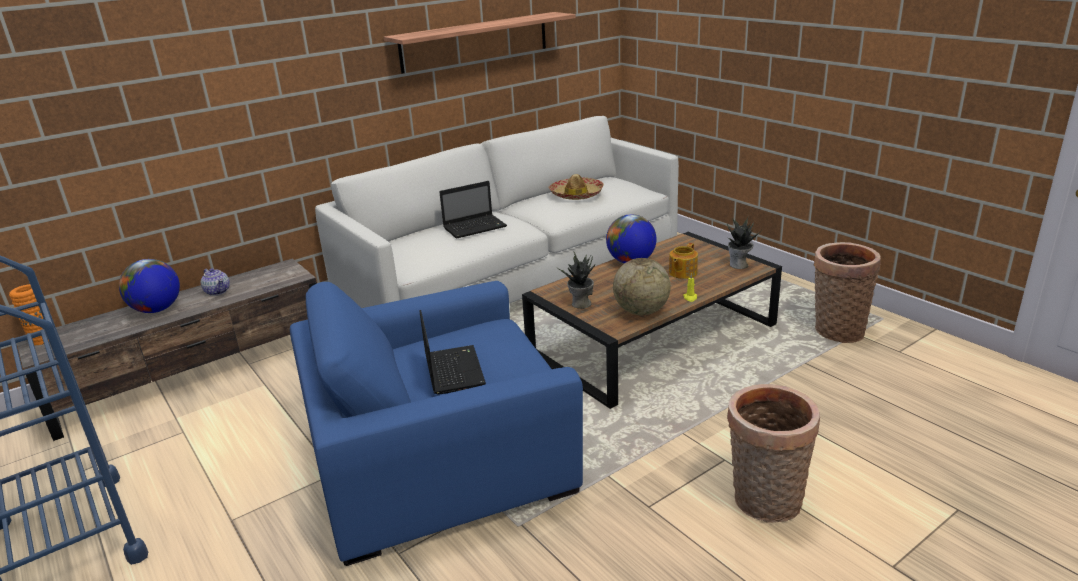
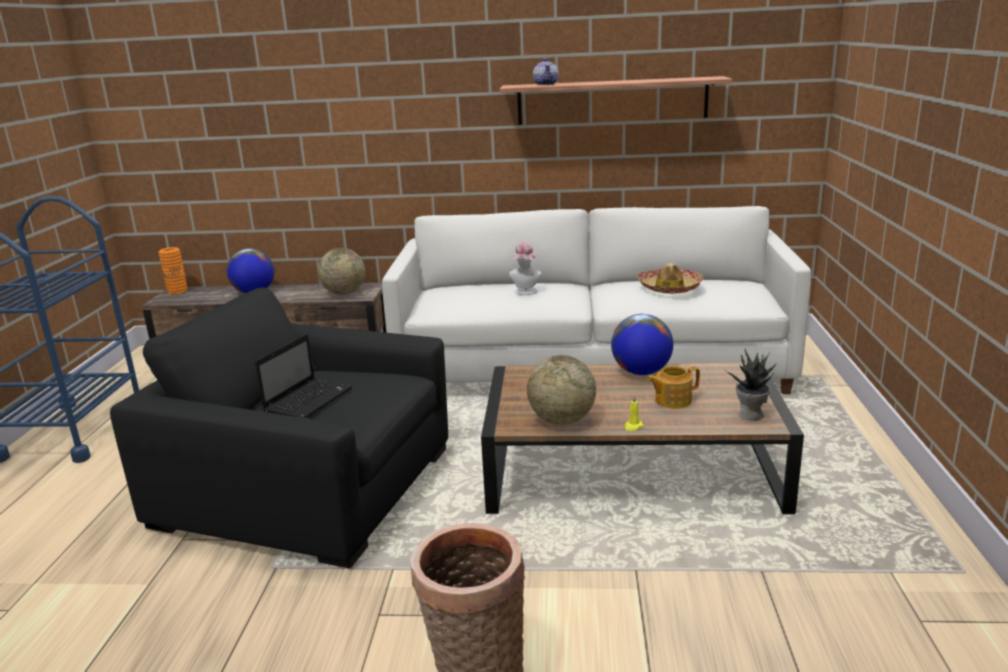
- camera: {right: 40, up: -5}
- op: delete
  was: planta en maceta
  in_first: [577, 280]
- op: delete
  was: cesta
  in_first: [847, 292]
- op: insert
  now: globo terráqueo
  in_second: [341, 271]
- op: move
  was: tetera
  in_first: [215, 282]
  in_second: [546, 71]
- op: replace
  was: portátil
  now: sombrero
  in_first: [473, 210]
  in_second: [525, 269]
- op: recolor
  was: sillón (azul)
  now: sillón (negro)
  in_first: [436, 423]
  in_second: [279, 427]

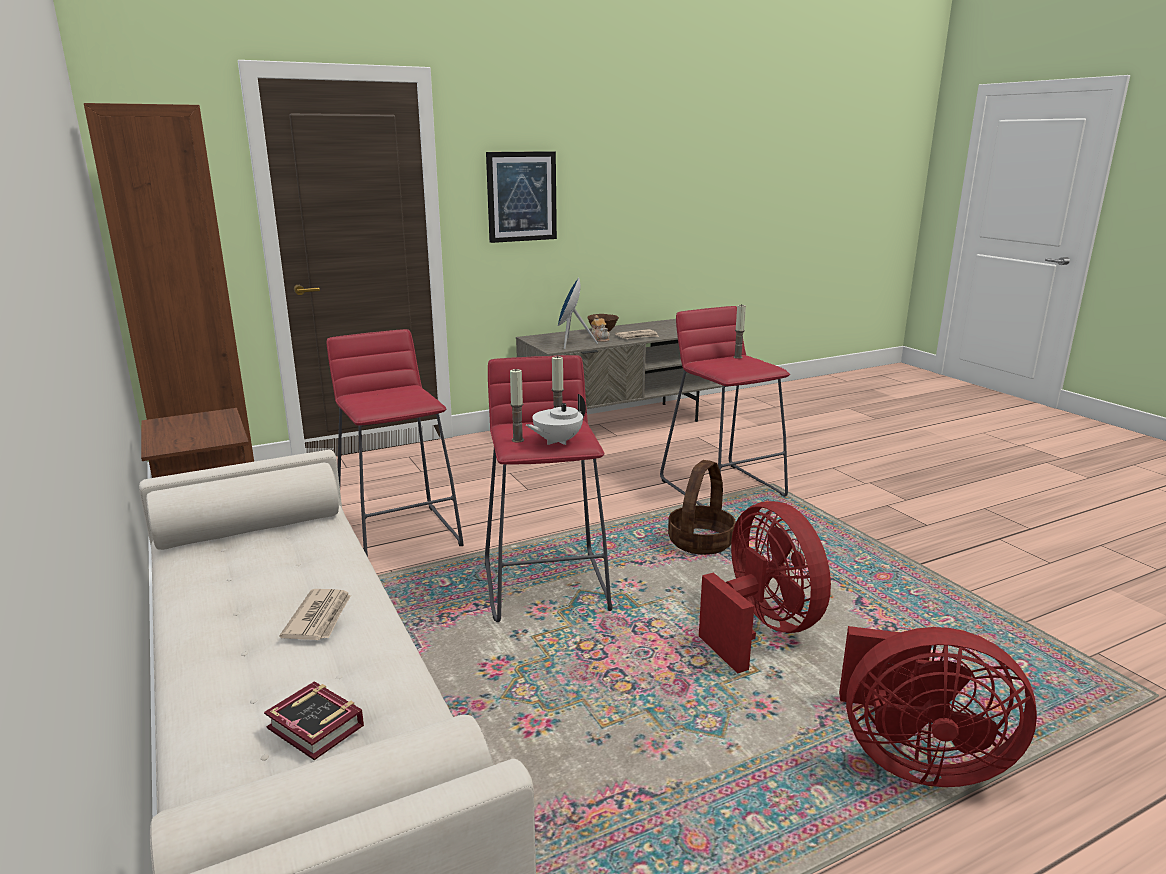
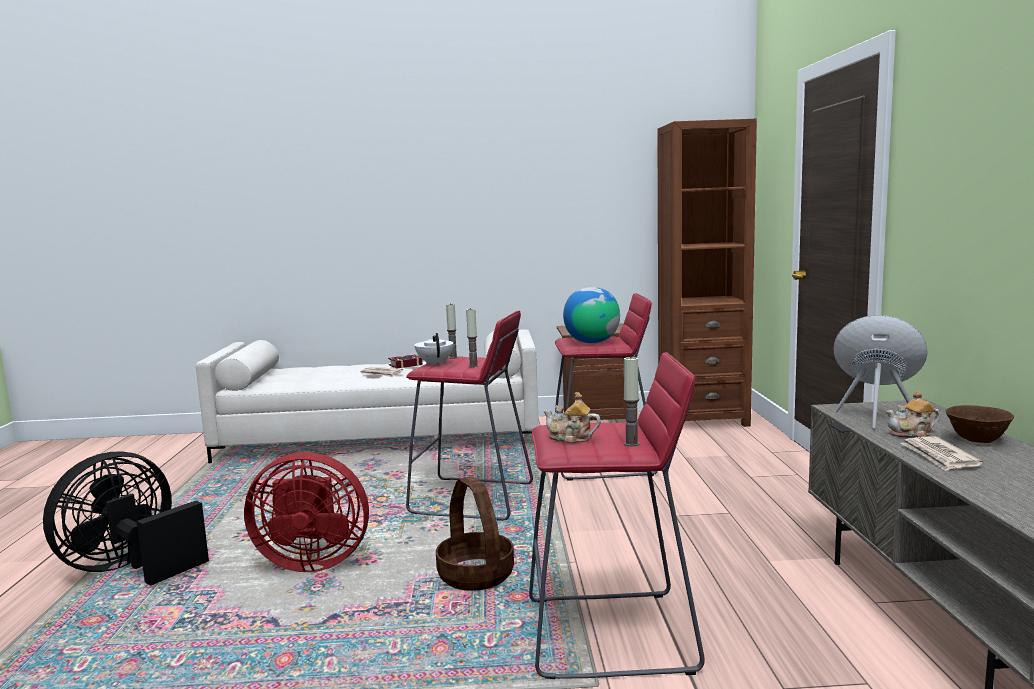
- camera: {right: 115, up: -10}
- op: delete
  was: cuadro
  in_first: [521, 197]
- op: insert
  now: tetera
  in_second: [572, 417]
- op: insert
  now: globo terráqueo
  in_second: [591, 315]
- op: move
  was: libro
  in_first: [314, 720]
  in_second: [405, 361]
- op: recolor
  was: ventilador (rojo)
  now: ventilador (negro)
  in_first: [938, 706]
  in_second: [126, 518]

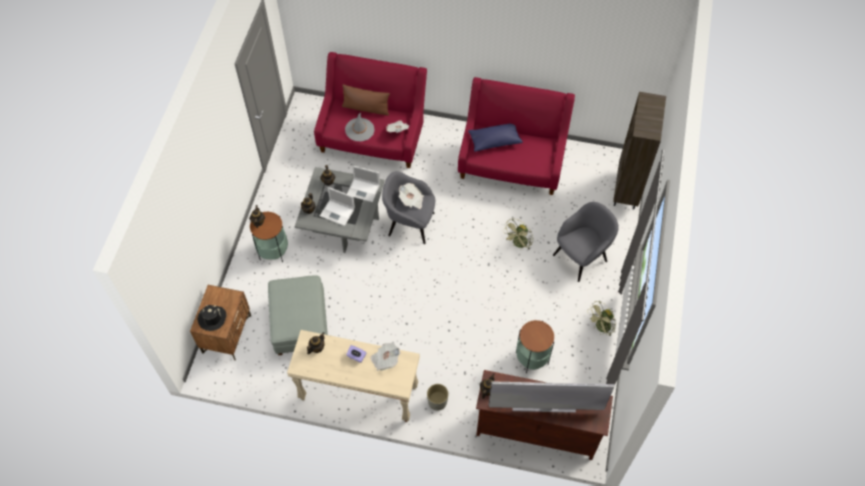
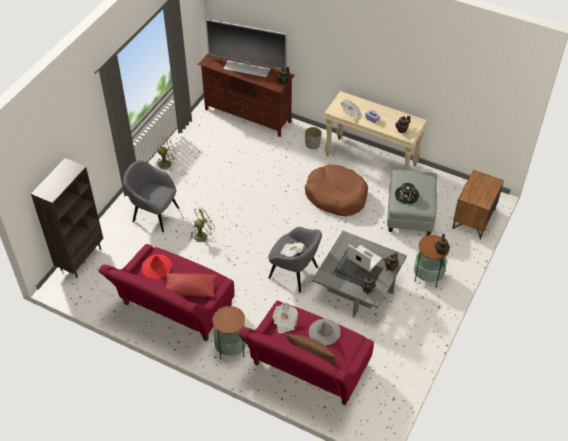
- camera: {right: -165, up: -10}
- op: delete
  was: portátil
  in_first: [363, 184]
- op: insert
  now: sombrero (rojo)
  in_second: [156, 266]
- op: insert
  now: cama para perro (marrón)
  in_second: [336, 190]
- op: move
  was: sombrero (negro)
  in_first: [211, 318]
  in_second: [407, 193]
- op: move
  was: mesa auxiliar
  in_first: [535, 346]
  in_second: [229, 332]
- op: recolor
  was: cojín (azul)
  now: cojín (rojo)
  in_first: [495, 138]
  in_second: [191, 285]
- op: rotate
  was: sillón (gris)
  in_first: [586, 242]
  in_second: [151, 196]
  clockwise: 45

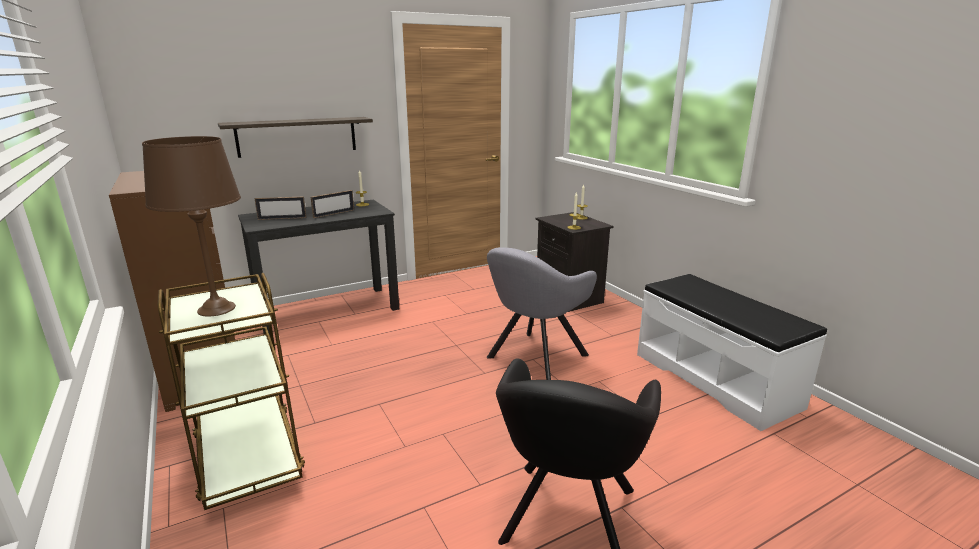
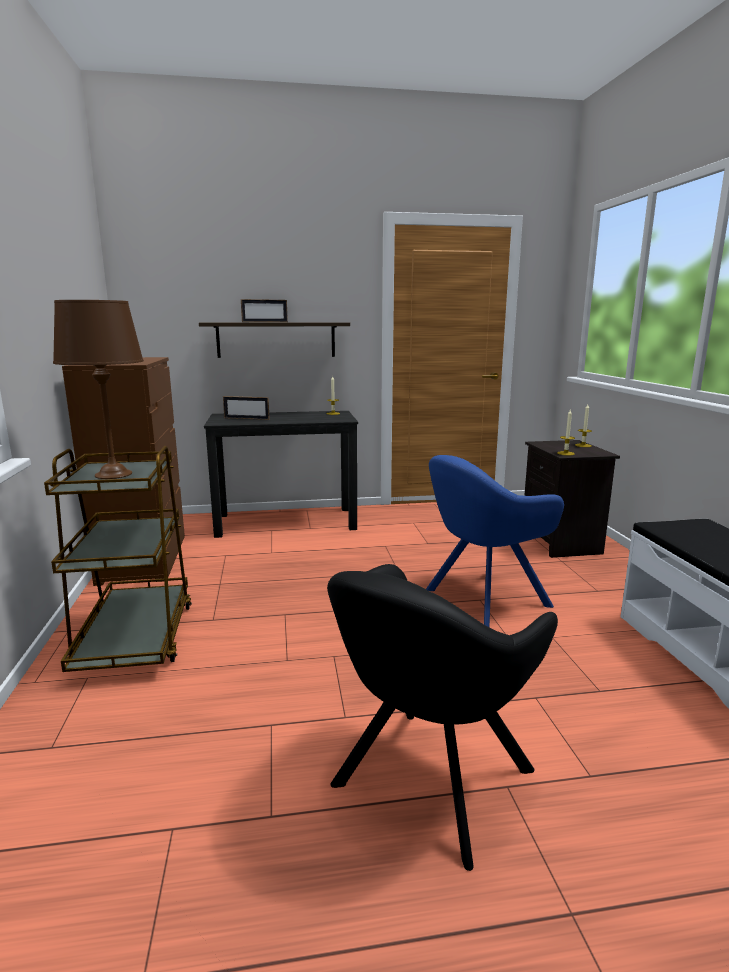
- camera: {right: 20, up: -5}
- op: move
  was: portarretratos
  in_first: [332, 204]
  in_second: [264, 310]
- op: recolor
  was: sillón (gris)
  now: sillón (azul)
  in_first: [542, 314]
  in_second: [495, 541]

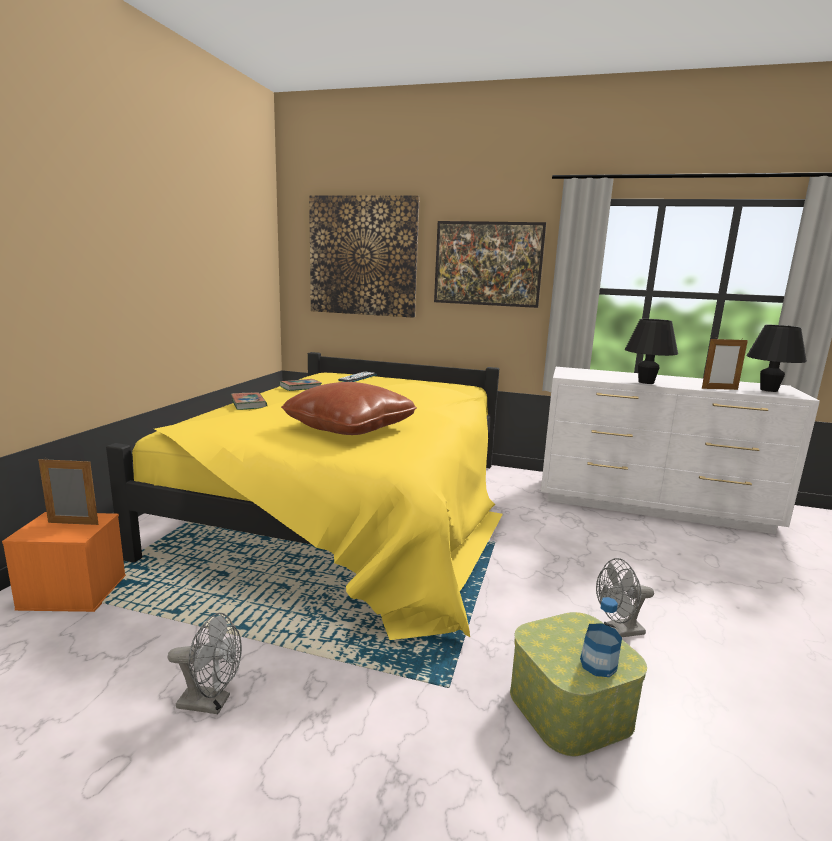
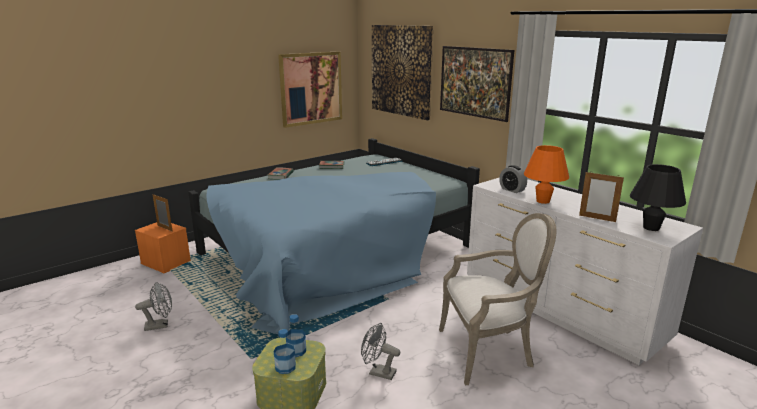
- camera: {right: 35, up: 5}
- op: delete
  was: cojín (marrón)
  in_first: [349, 408]
- op: insert
  now: cuadro
  in_second: [310, 89]
- op: insert
  now: botella
  in_second: [296, 336]
- op: insert
  now: sillón
  in_second: [497, 299]
- op: insert
  now: despertador
  in_second: [513, 179]
- op: recolor
  was: cama (amarillo)
  now: cama (azul)
  in_first: [304, 496]
  in_second: [334, 236]
- op: recolor
  was: lámpara de mesa (negro)
  now: lámpara de mesa (naranja)
  in_first: [651, 351]
  in_second: [546, 174]
- op: rotate
  was: ventilador (gris)
  in_first: [205, 663]
  in_second: [153, 306]
  clockwise: -60

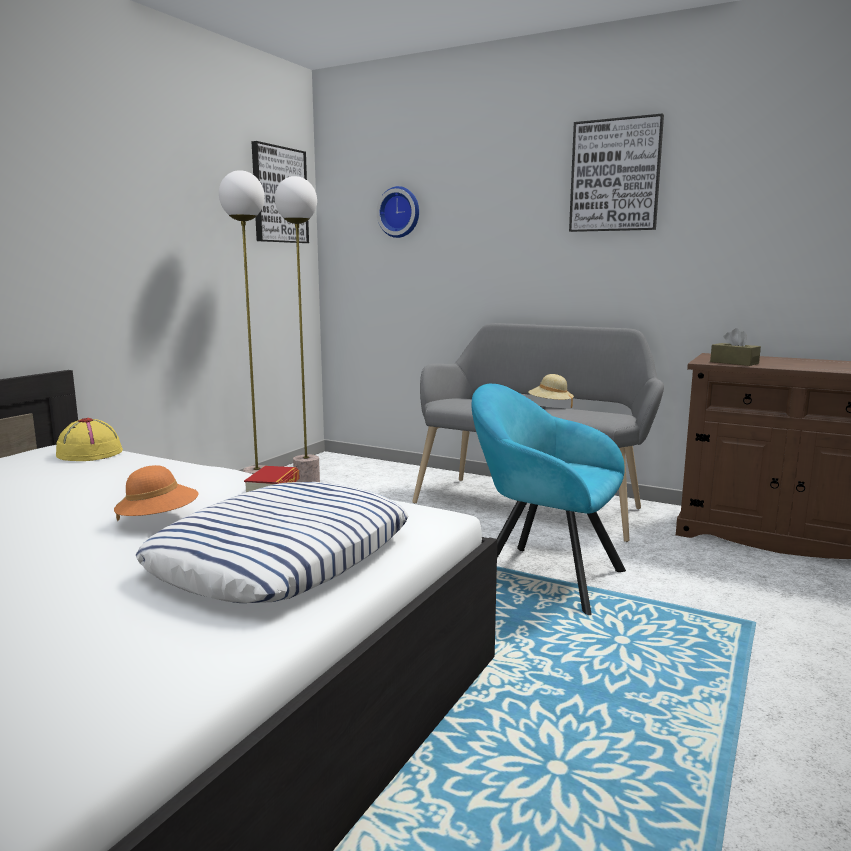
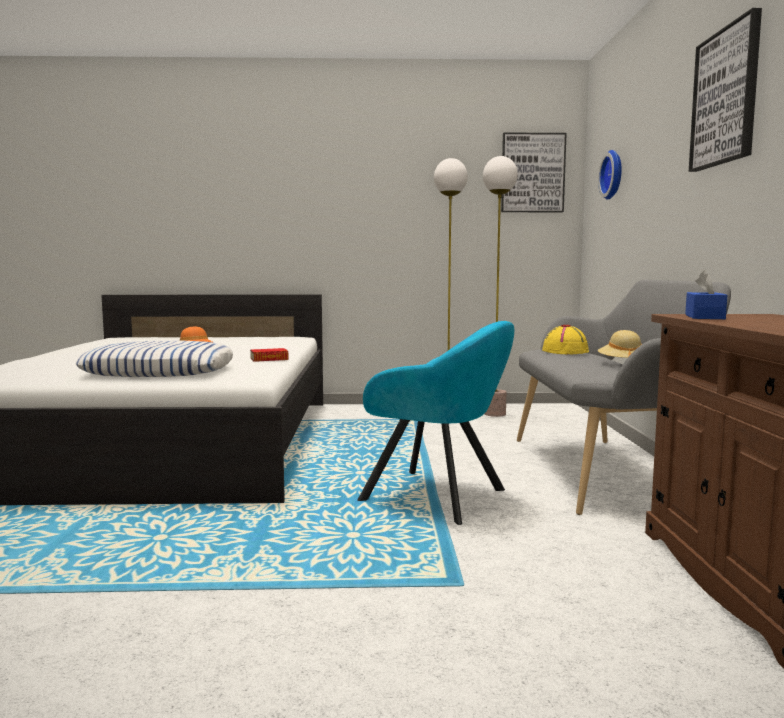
- camera: {right: 60, up: -5}
- op: move
  was: sombrero (amarillo)
  in_first: [89, 439]
  in_second: [565, 339]
- op: recolor
  was: caja de pañuelos (marrón)
  now: caja de pañuelos (azul)
  in_first: [735, 347]
  in_second: [706, 294]
- op: rotate
  was: sillón (turquesa)
  in_first: [549, 499]
  in_second: [435, 423]
  clockwise: 120

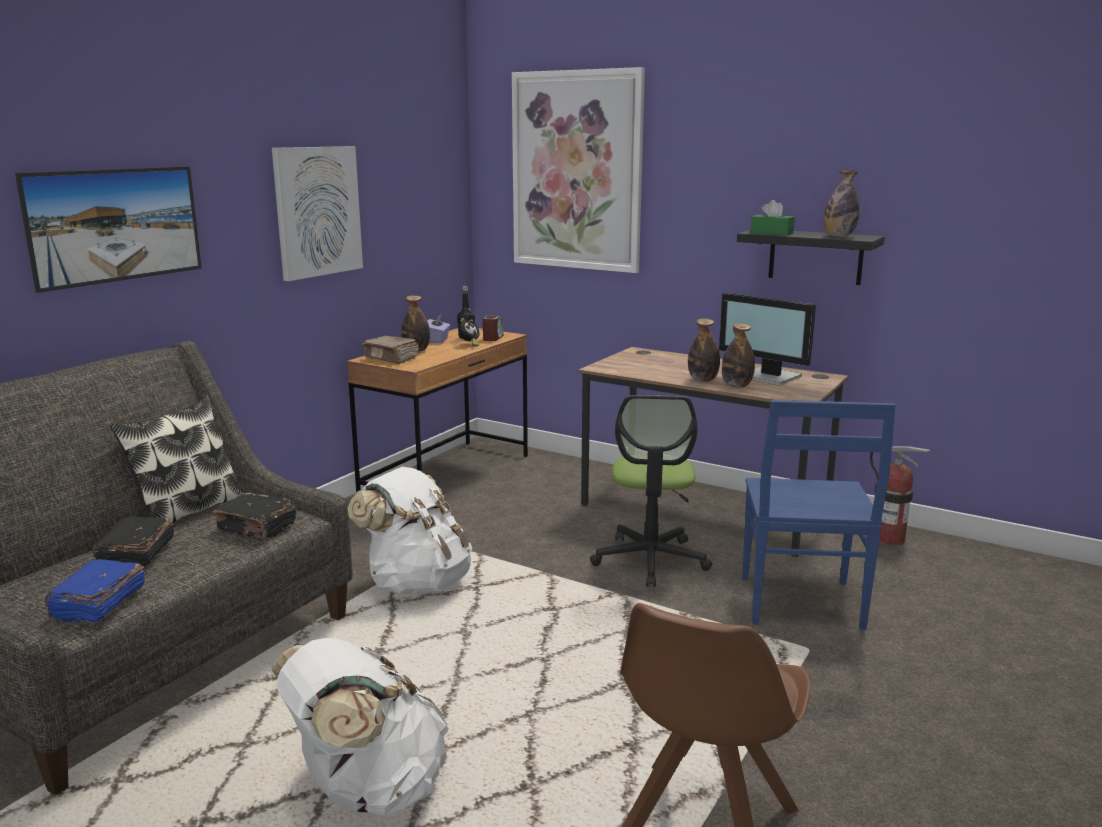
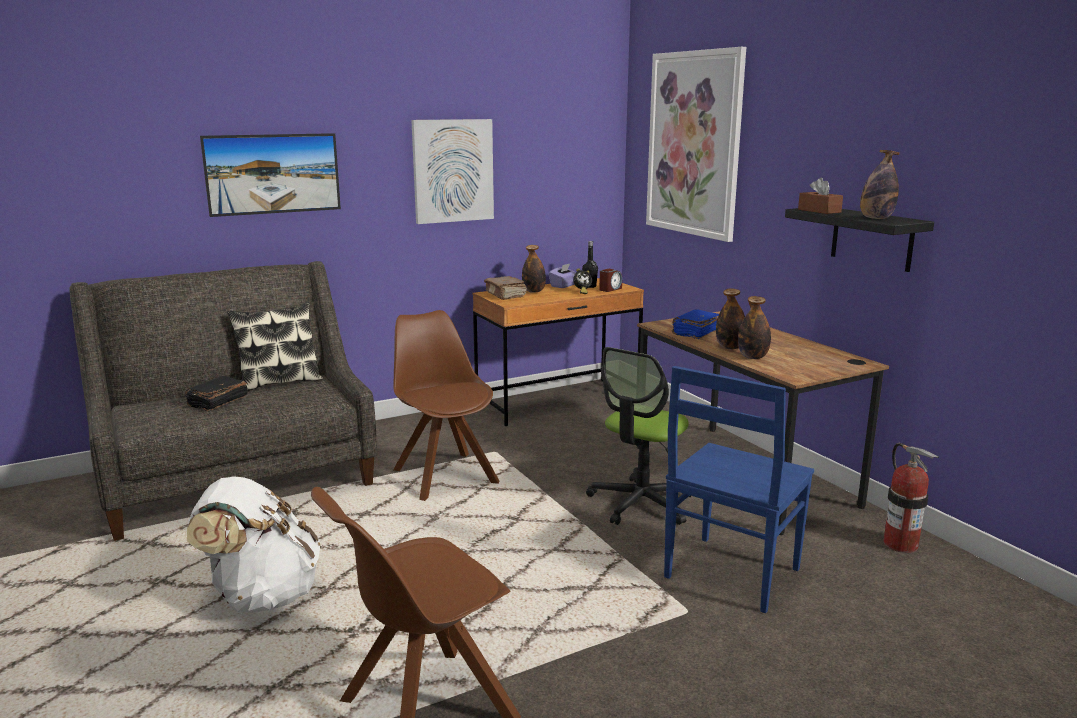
- camera: {right: 30, up: 0}
- op: delete
  was: libro (negro)
  in_first: [254, 517]
- op: delete
  was: monitor
  in_first: [767, 339]
- op: move
  was: libro (azul)
  in_first: [95, 592]
  in_second: [695, 324]
- op: replace
  was: mochila (blanco)
  now: silla (marrón)
  in_first: [410, 531]
  in_second: [446, 405]
- op: recolor
  was: caja de pañuelos (verde)
  now: caja de pañuelos (marrón)
  in_first: [772, 217]
  in_second: [820, 196]

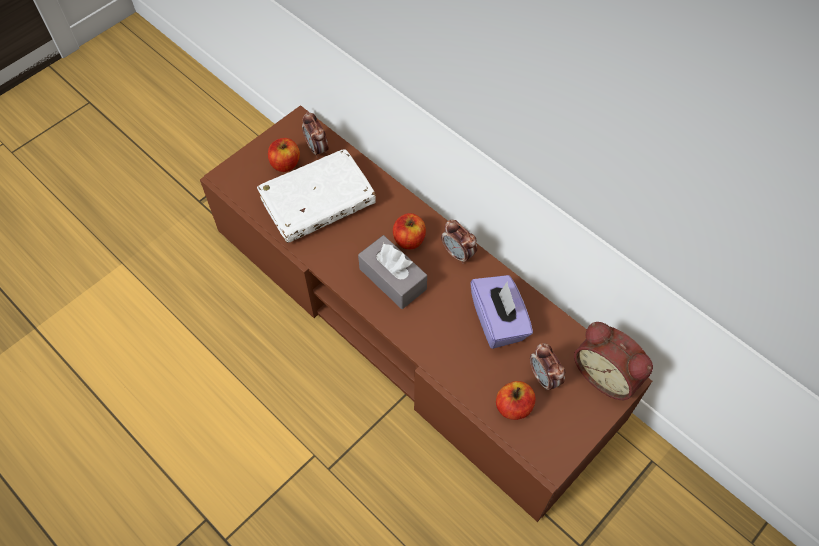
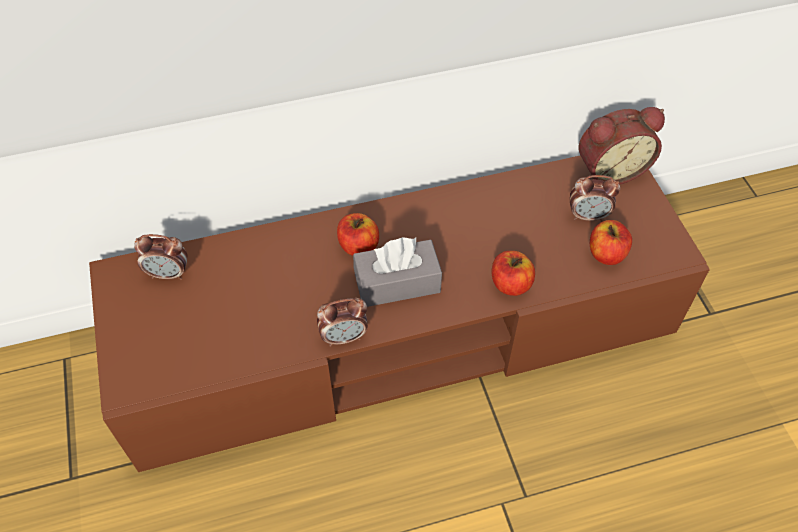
- camera: {right: -60, up: -5}
- op: delete
  was: libro (blanco)
  in_first: [316, 196]
- op: delete
  was: caja de pañuelos (morado)
  in_first: [501, 312]
- op: move
  was: manzana
  in_first: [284, 155]
  in_second: [513, 273]
- op: move
  was: despertador
  in_first: [459, 242]
  in_second: [342, 322]

